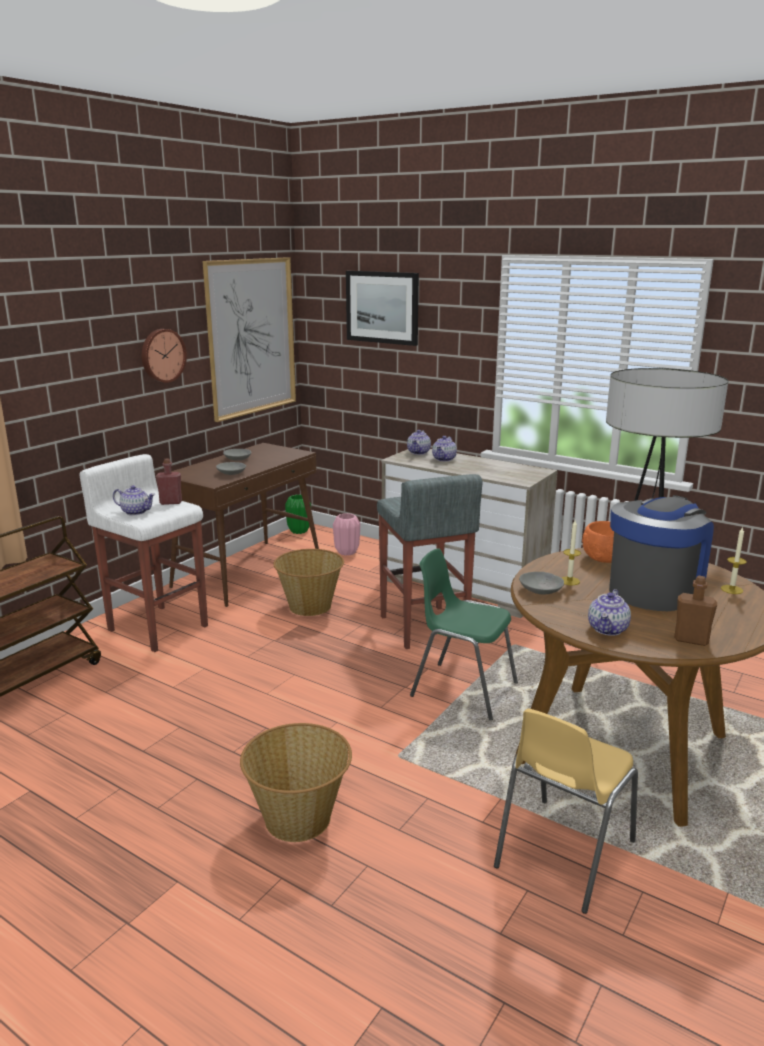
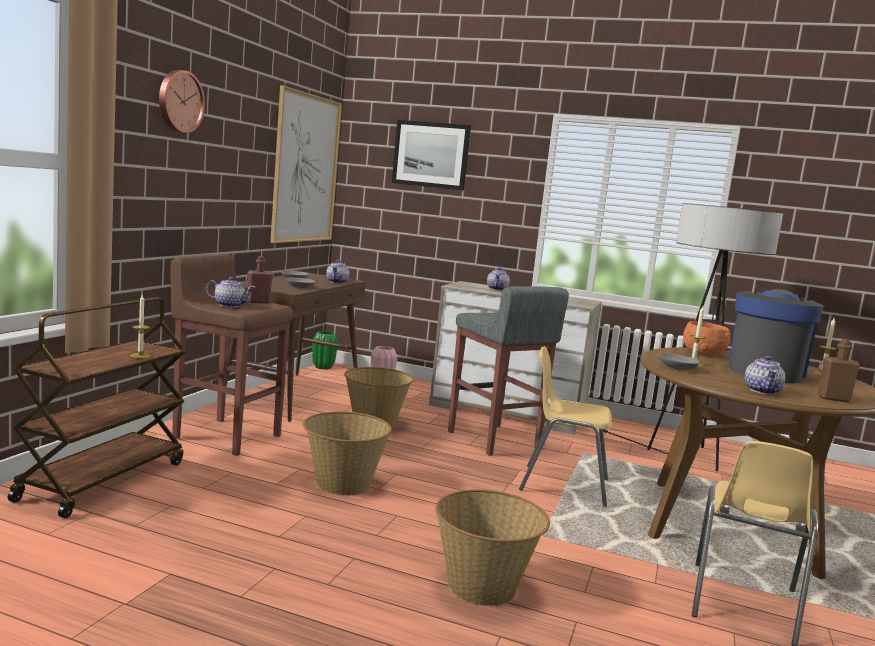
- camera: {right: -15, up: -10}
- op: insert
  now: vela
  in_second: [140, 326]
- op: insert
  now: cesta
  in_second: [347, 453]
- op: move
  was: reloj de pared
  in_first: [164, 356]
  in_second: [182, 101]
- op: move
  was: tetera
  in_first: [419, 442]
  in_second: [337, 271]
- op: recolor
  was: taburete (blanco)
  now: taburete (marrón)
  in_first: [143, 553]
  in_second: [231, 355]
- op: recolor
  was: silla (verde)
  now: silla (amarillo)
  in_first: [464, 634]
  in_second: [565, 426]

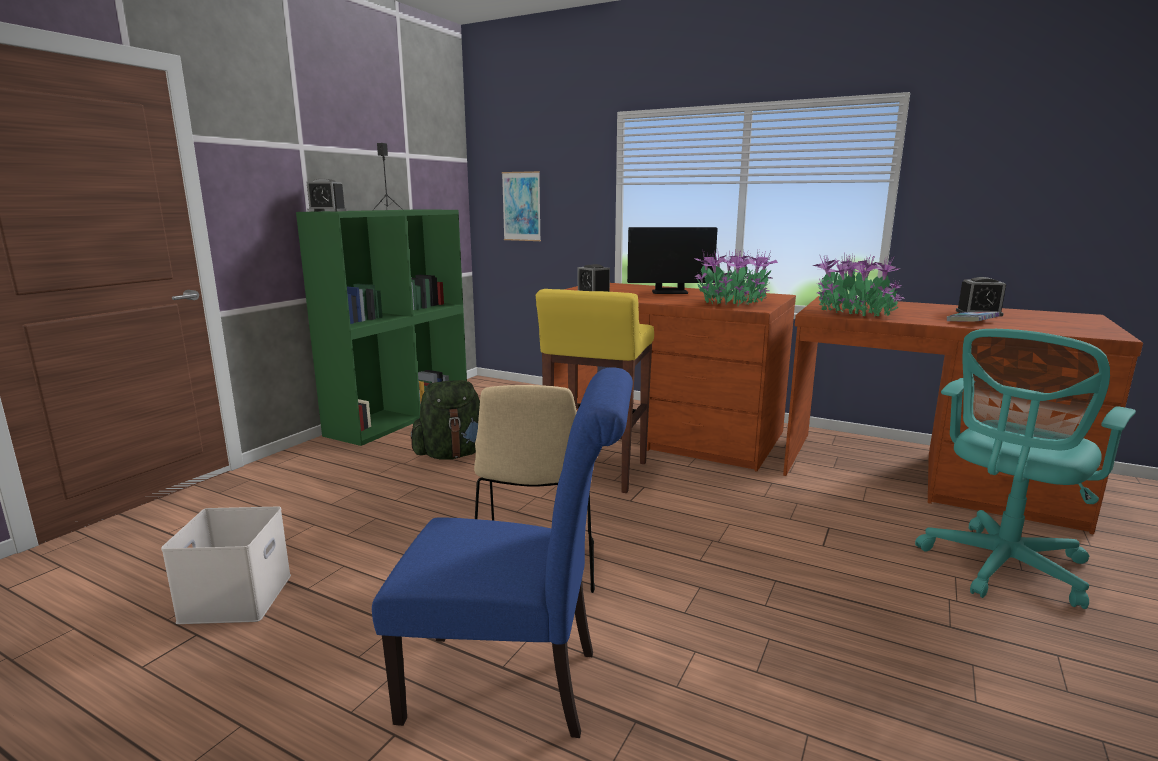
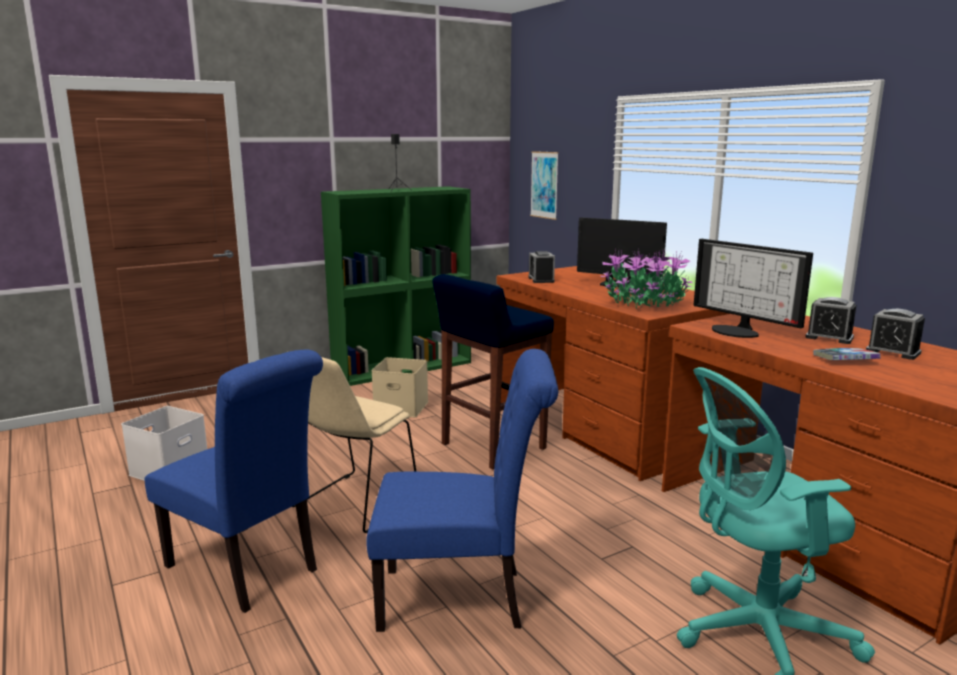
- camera: {right: 30, up: 0}
- op: insert
  now: silla (azul)
  in_second: [462, 490]
- op: move
  was: despertador
  in_first: [326, 195]
  in_second: [830, 320]
- op: replace
  was: mochila (verde)
  now: caja de almacenaje (beis)
  in_first: [445, 420]
  in_second: [399, 387]
- op: replace
  was: planta en maceta
  now: monitor
  in_first: [859, 284]
  in_second: [753, 288]
- op: recolor
  was: taburete (amarillo)
  now: taburete (azul)
  in_first: [595, 391]
  in_second: [493, 372]

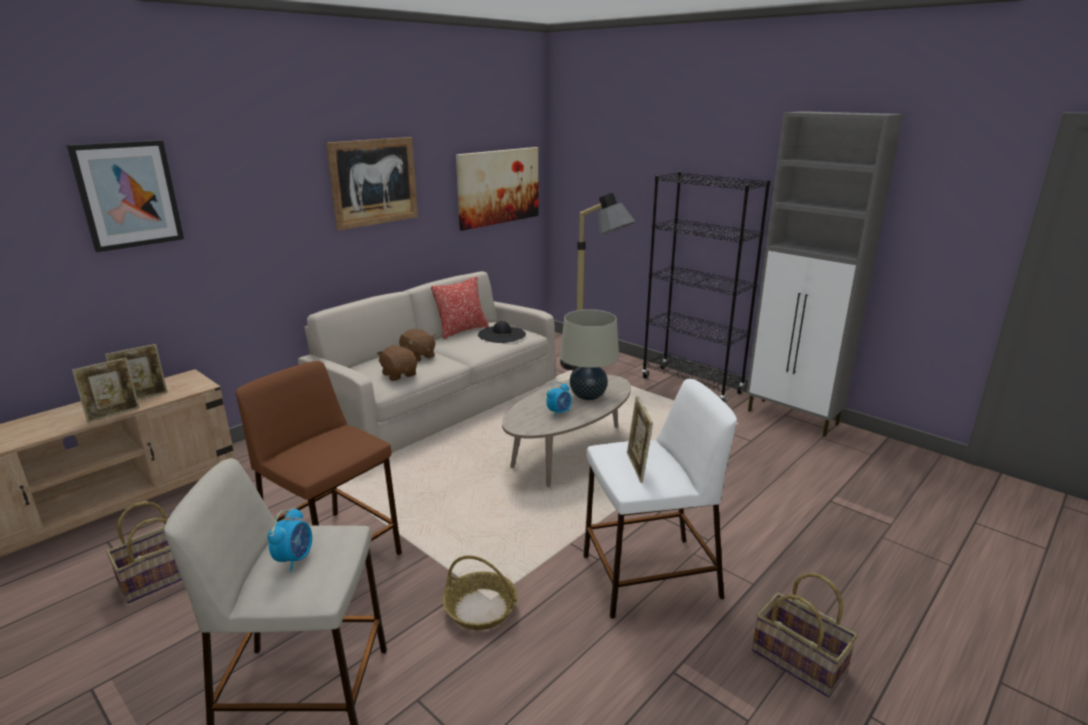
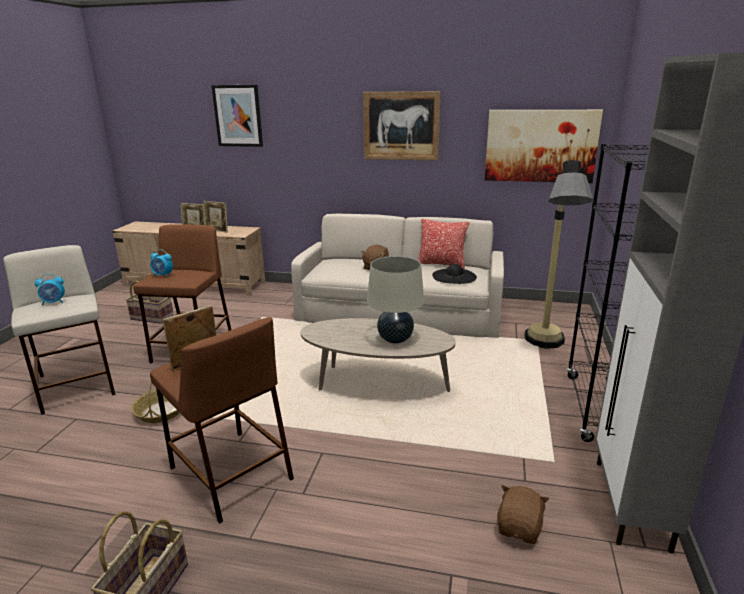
- camera: {right: 60, up: 0}
- op: move
  was: peluche (marrón)
  in_first: [397, 363]
  in_second: [523, 514]
- op: move
  was: despertador
  in_first: [559, 399]
  in_second: [161, 263]
- op: recolor
  was: taburete (blanco)
  now: taburete (marrón)
  in_first: [660, 499]
  in_second: [222, 420]

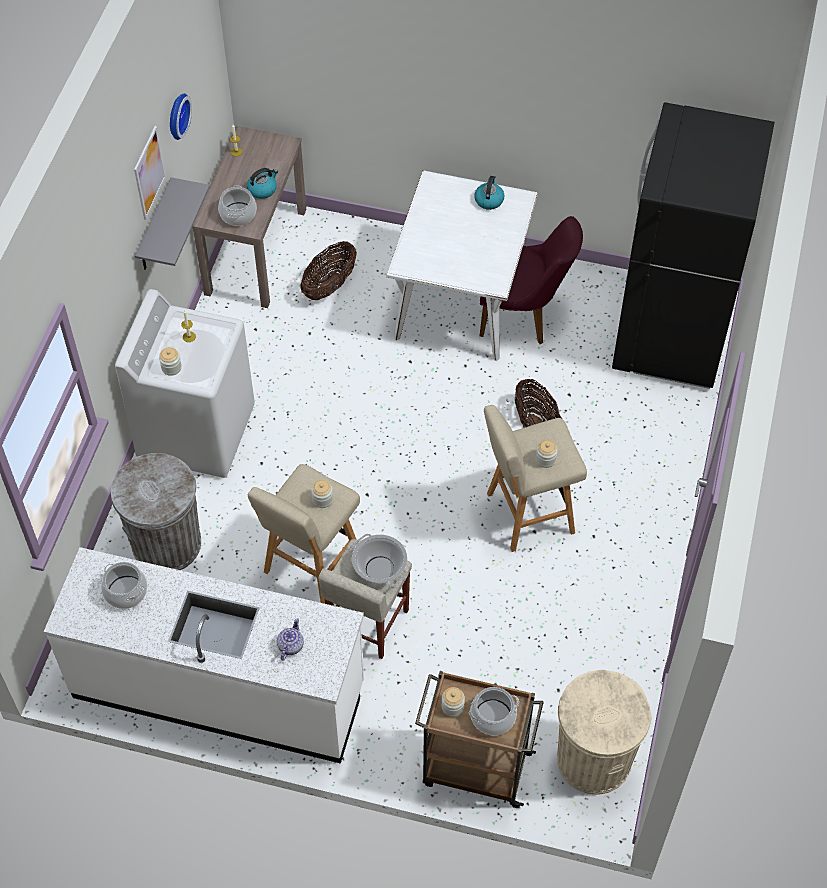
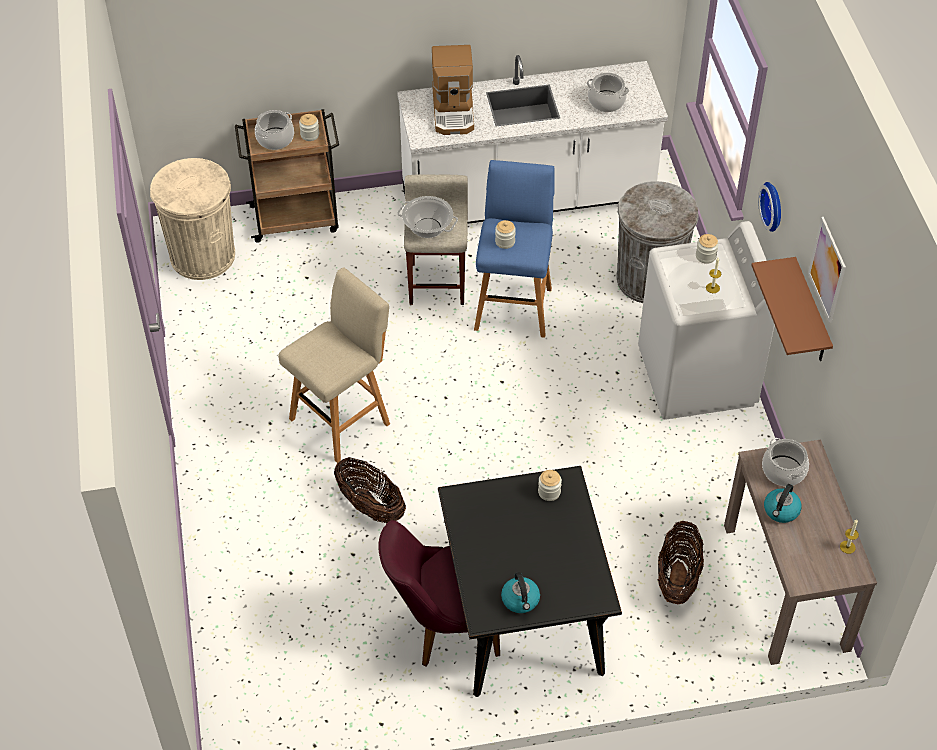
- camera: {right: 155, up: -5}
- op: delete
  was: nevera (negro)
  in_first: [693, 245]
- op: move
  was: reloj de pared
  in_first: [181, 116]
  in_second: [769, 207]
- op: move
  was: tarro
  in_first: [546, 454]
  in_second: [550, 485]
- op: replace
  was: tetera
  now: cafetera
  in_first: [290, 639]
  in_second: [453, 90]
- op: recolor
  was: estante (gris)
  now: estante (marrón)
  in_first: [172, 223]
  in_second: [792, 309]
- op: recolor
  was: taburete (beis)
  now: taburete (azul)
  in_first: [304, 534]
  in_second: [514, 249]
- op: recolor
  was: mesa de comedor (blanco)
  now: mesa de comedor (negro)
  in_first: [462, 265]
  in_second: [530, 581]

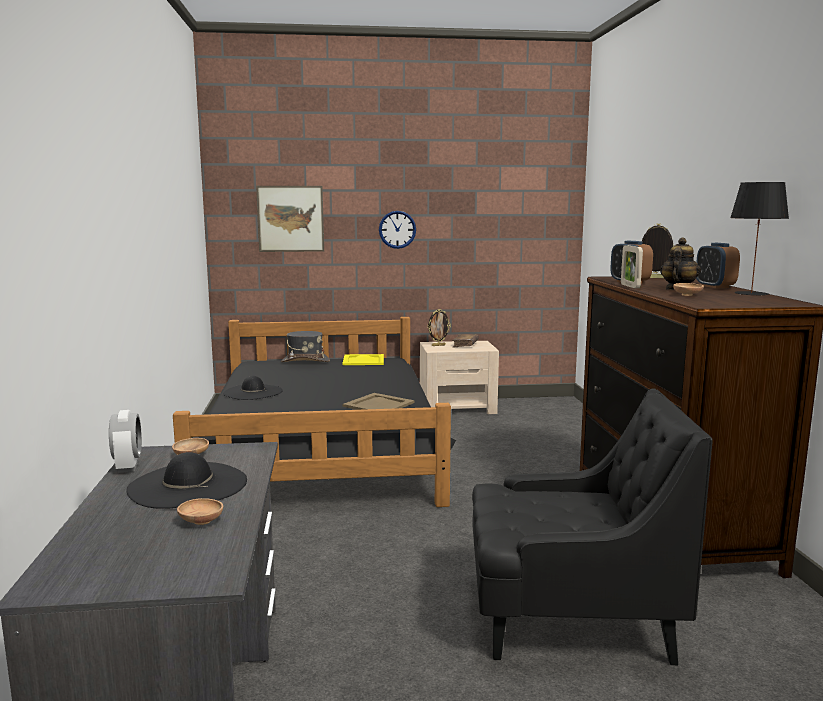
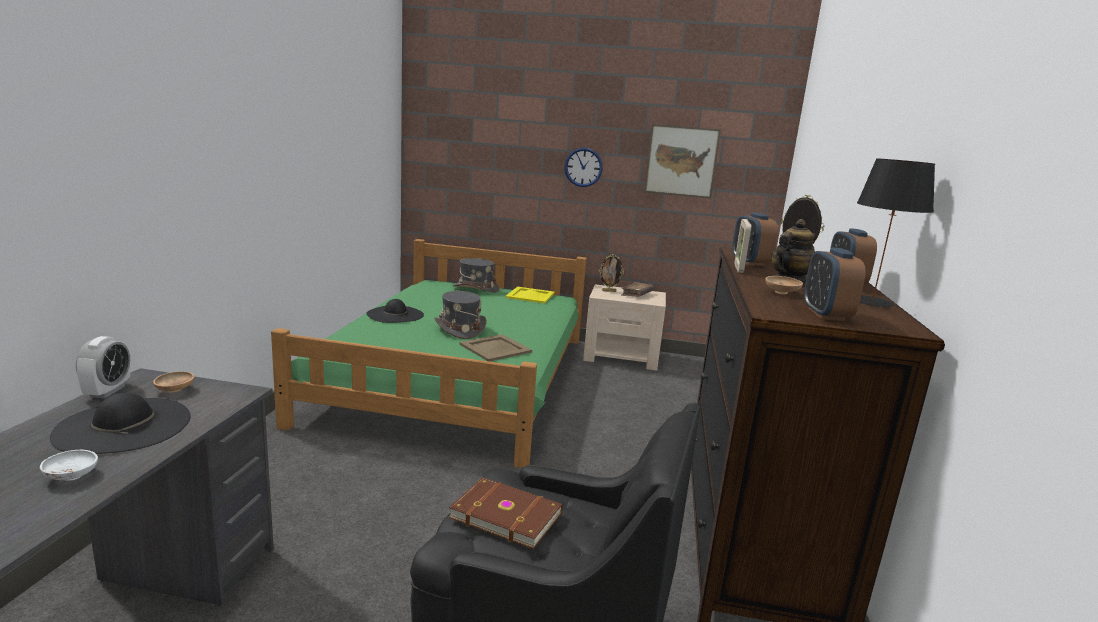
- camera: {right: 15, up: 5}
- op: insert
  now: sombrero (gris)
  in_second: [460, 315]
- op: insert
  now: libro (marrón)
  in_second: [506, 513]
- op: insert
  now: despertador
  in_second: [835, 284]
- op: move
  was: cuadro
  in_first: [290, 219]
  in_second: [682, 161]
- op: recolor
  was: cama (negro)
  now: cama (verde)
  in_first: [314, 412]
  in_second: [429, 353]
- op: recolor
  was: cuenco (marrón)
  now: cuenco (blanco)
  in_first: [200, 511]
  in_second: [69, 465]

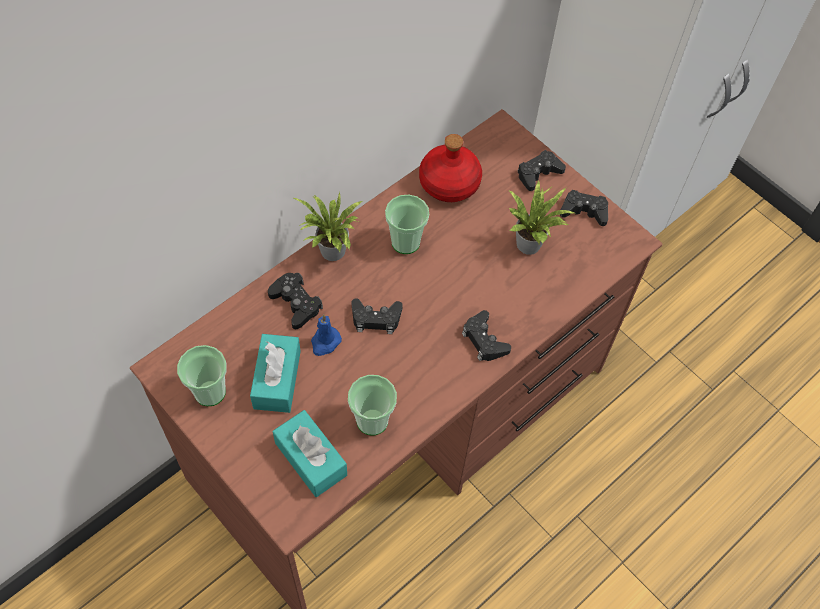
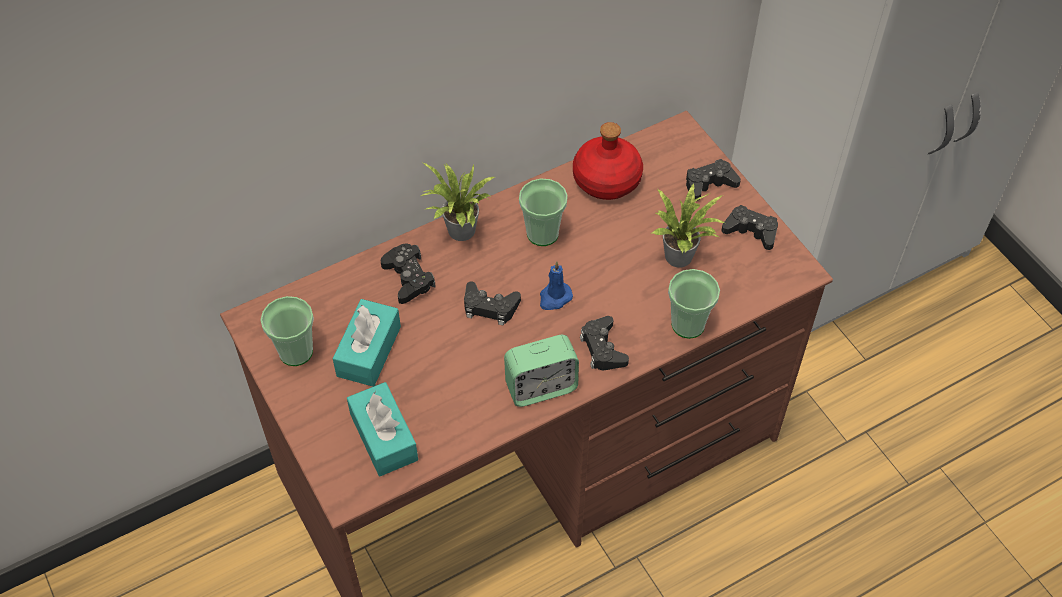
- camera: {right: 15, up: -5}
- op: insert
  now: despertador
  in_second: [541, 371]
- op: move
  was: vela (azul)
  in_first: [326, 335]
  in_second: [556, 285]
- op: move
  was: taza
  in_first: [372, 405]
  in_second: [694, 304]

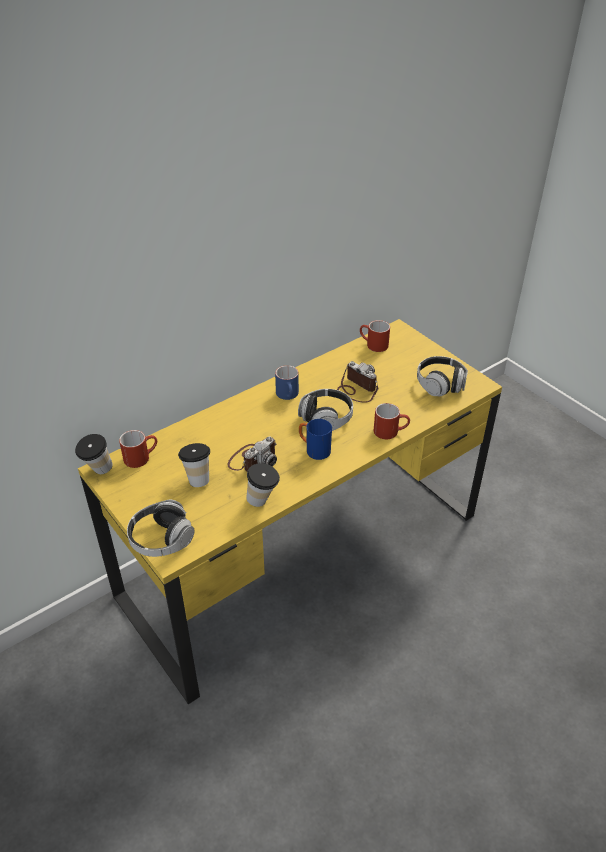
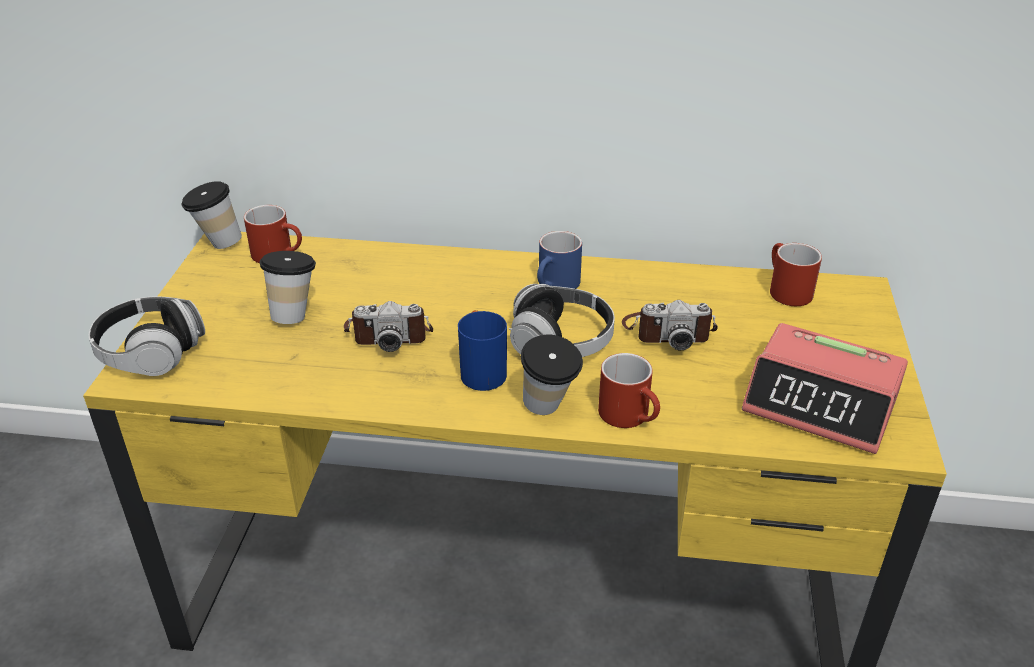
- camera: {right: 45, up: -5}
- op: move
  was: taza
  in_first: [263, 485]
  in_second: [552, 375]
- op: replace
  was: auriculares
  now: despertador
  in_first: [442, 376]
  in_second: [825, 388]
- op: rotate
  was: cámara
  in_first: [357, 382]
  in_second: [670, 325]
  clockwise: 90

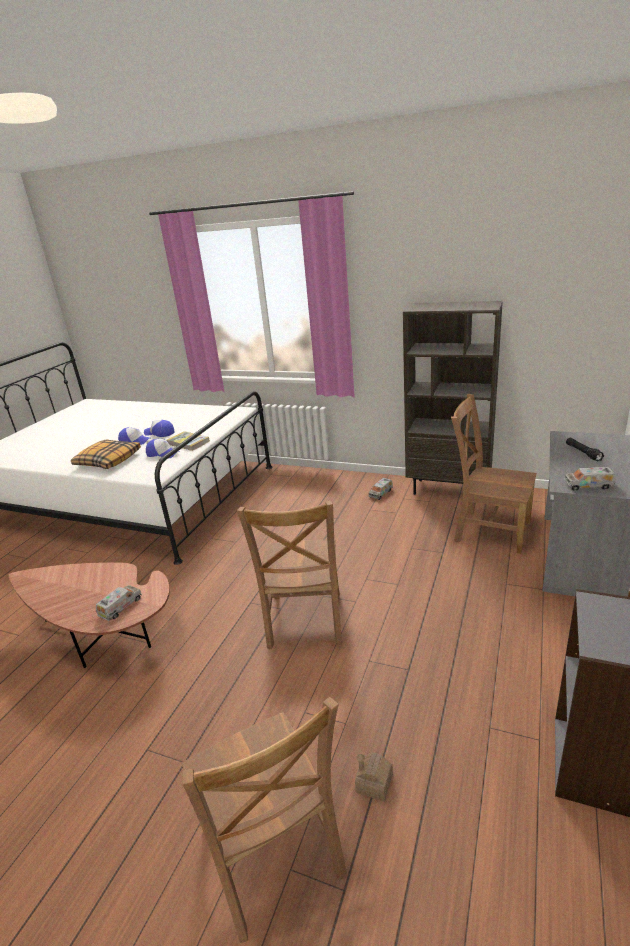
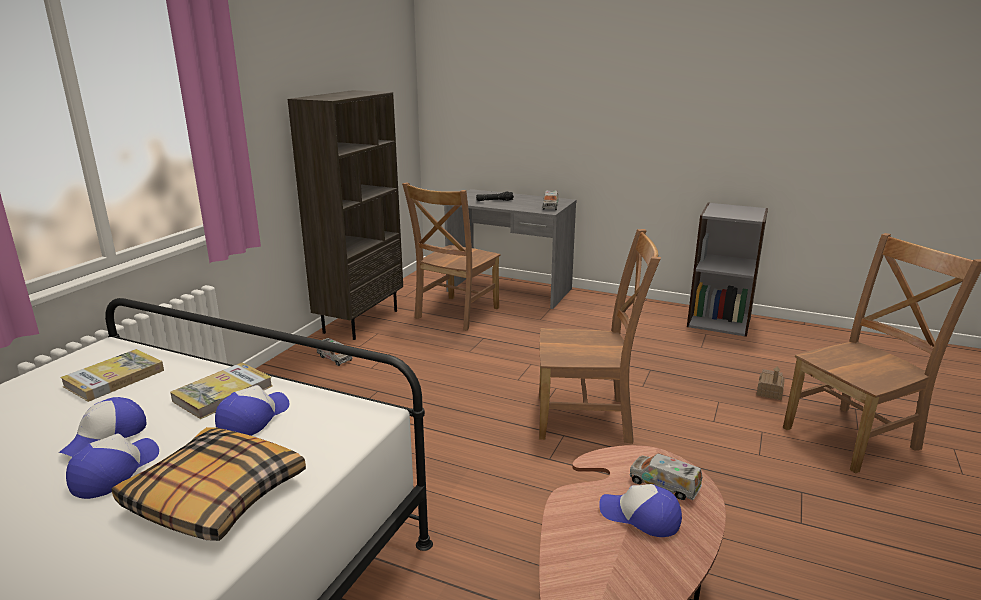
- camera: {right: -90, up: -5}
- op: insert
  now: libro
  in_second: [112, 375]
- op: insert
  now: gorra
  in_second: [640, 510]

